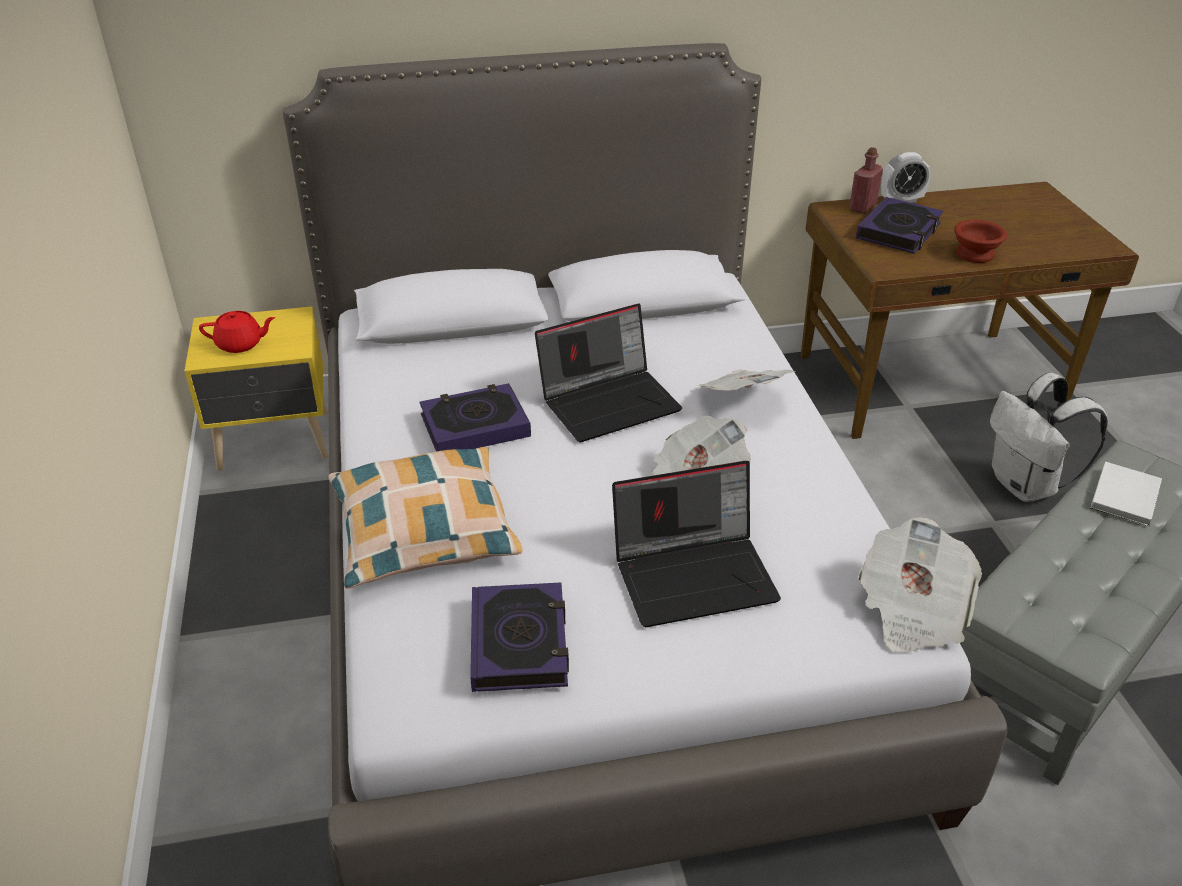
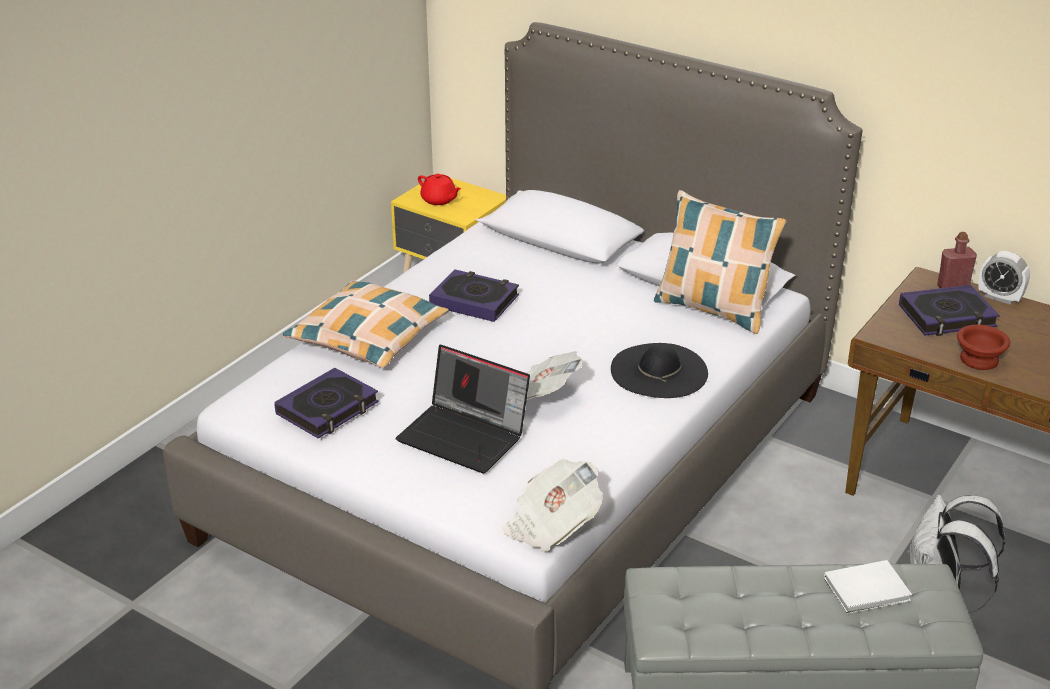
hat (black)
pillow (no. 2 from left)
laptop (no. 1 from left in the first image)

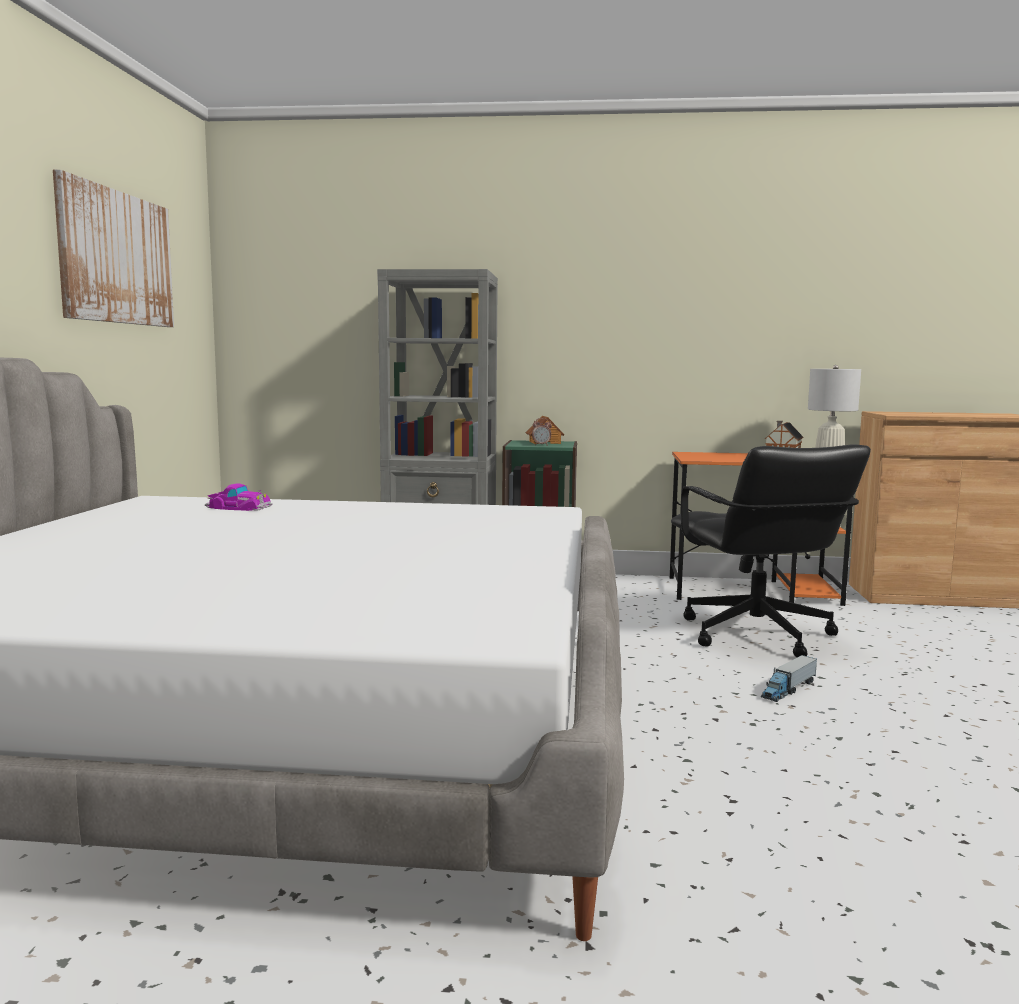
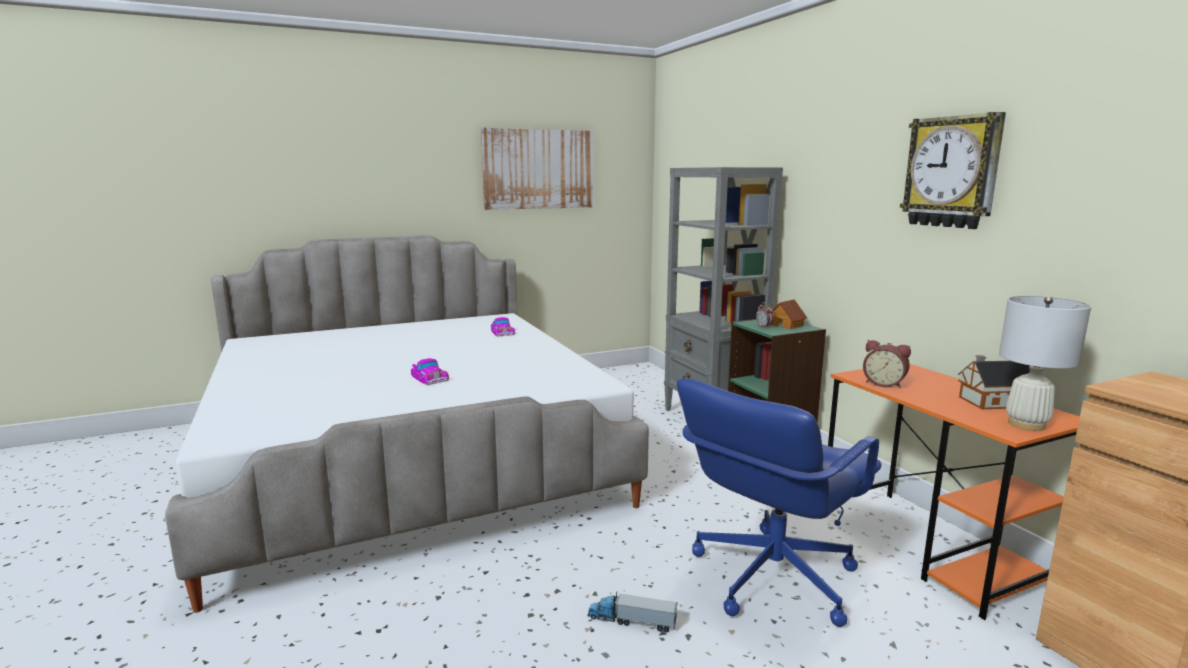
toy car (no. 1 from left)
office chair (blue)
alarm clock (no. 2 from left)
wall clock

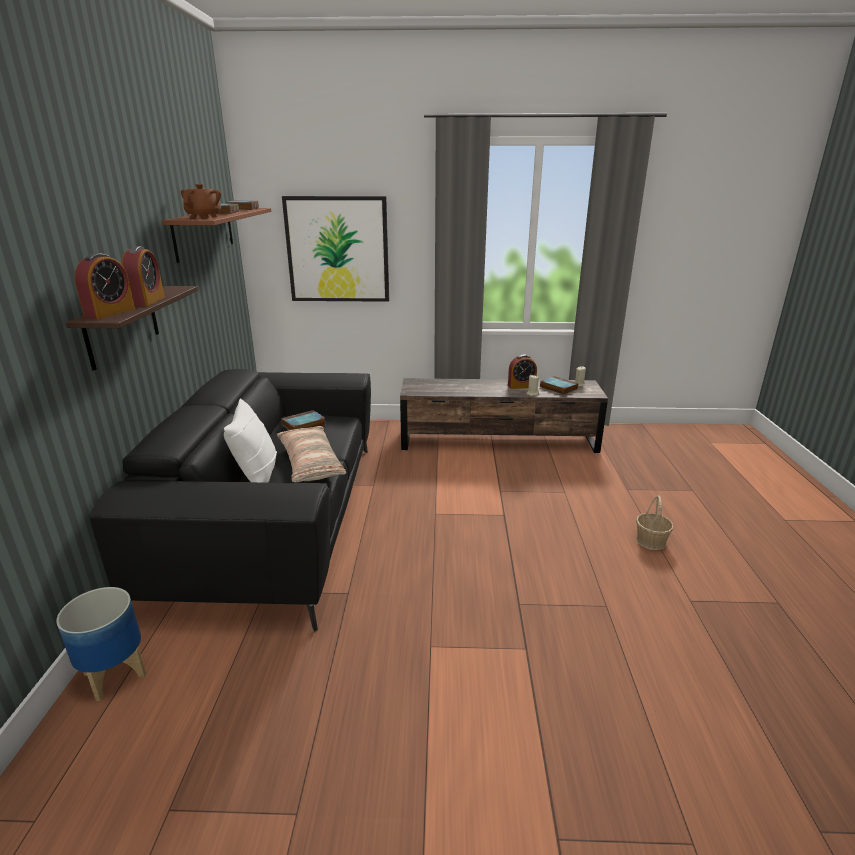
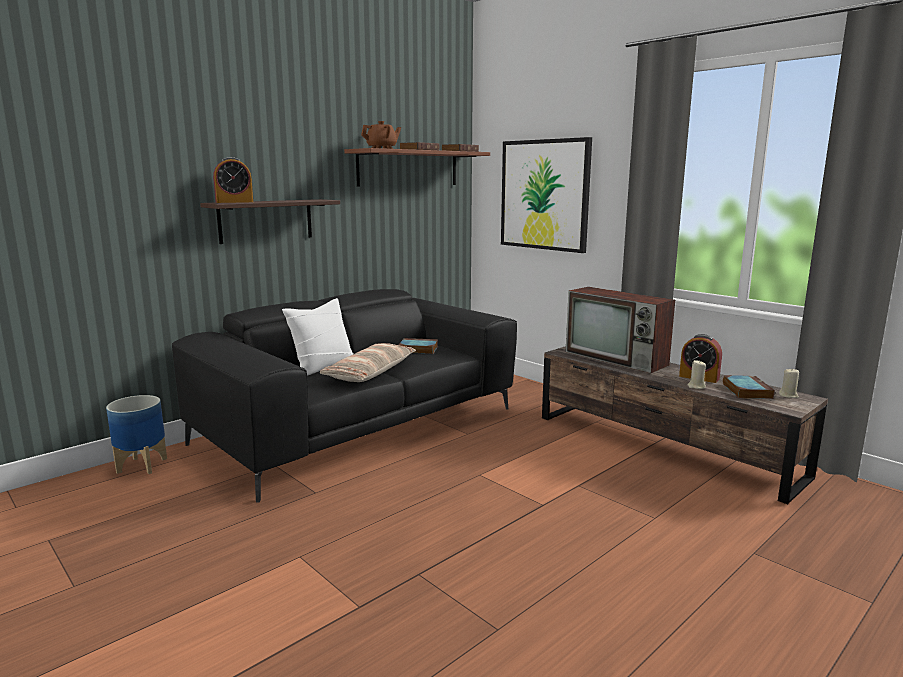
television
alarm clock (no. 2 from left in the first image)
basket

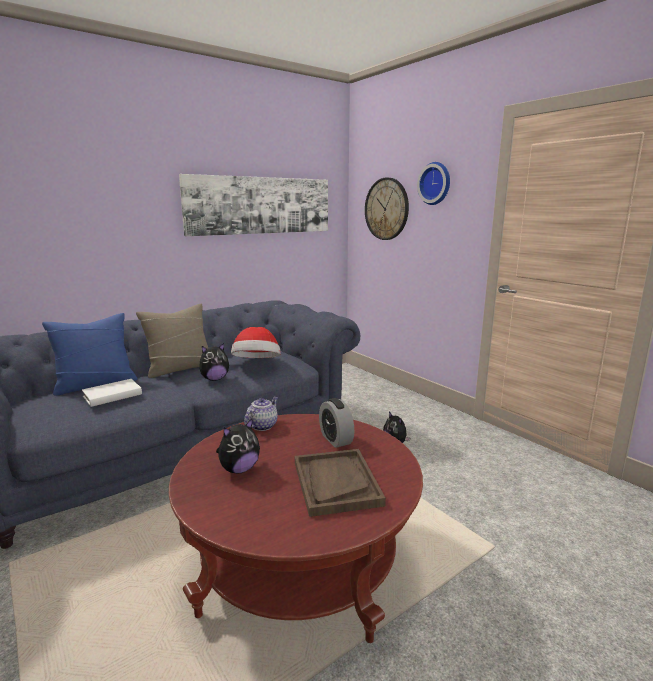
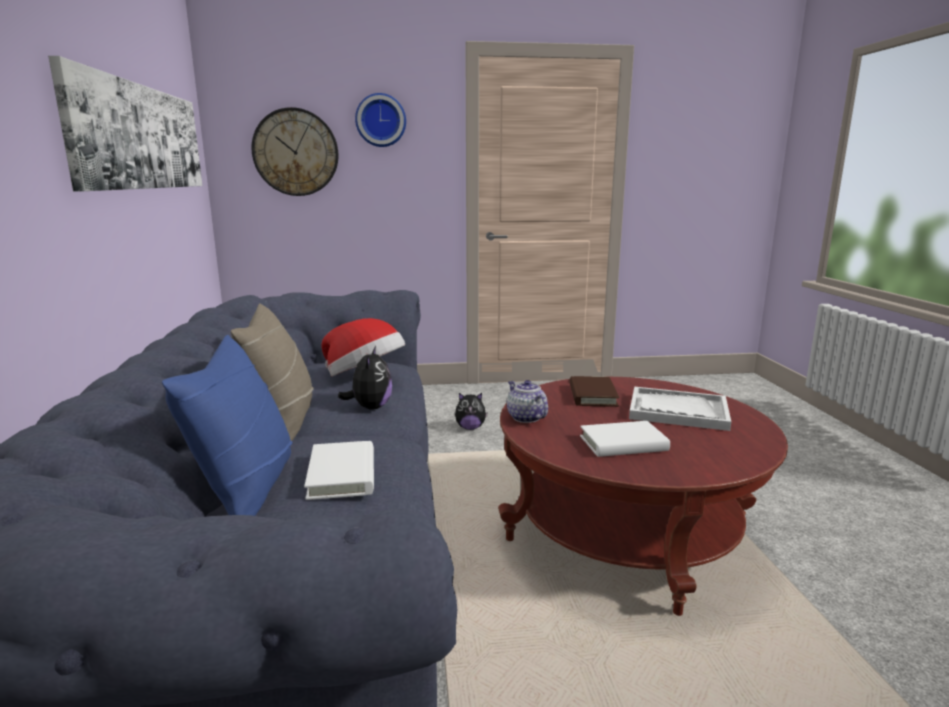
book (brown)
book (white) (no. 2 from left)
tray (white)

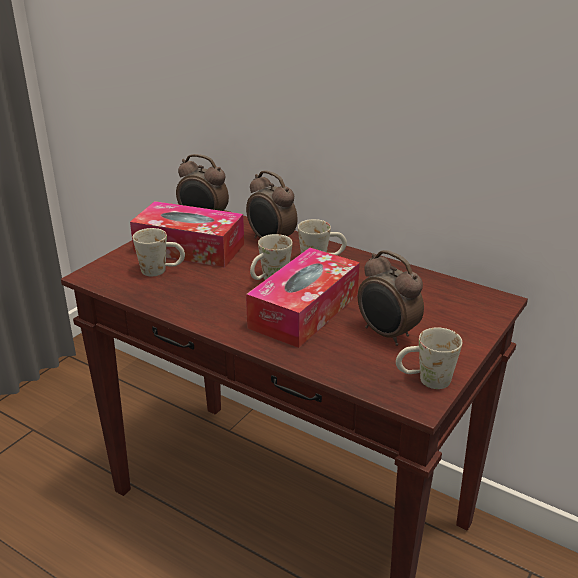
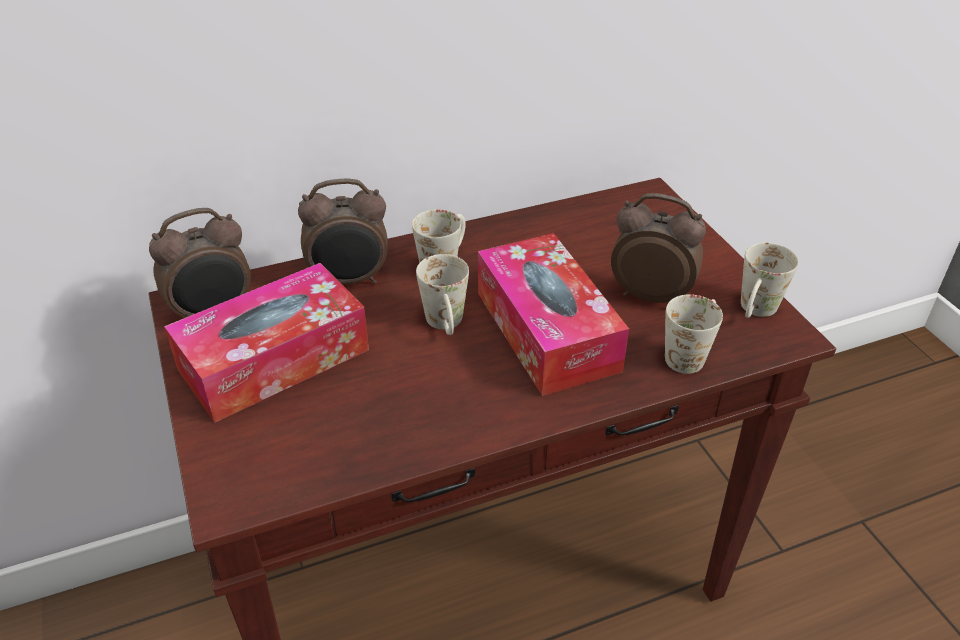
alarm clock (no. 3 from left)
mug (white) (no. 3 from left)

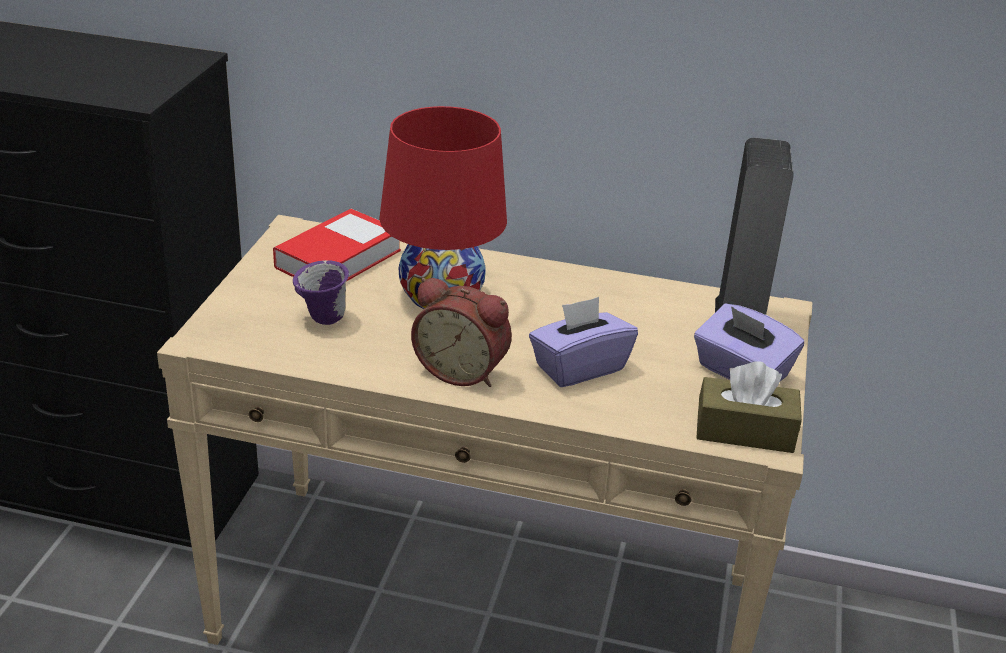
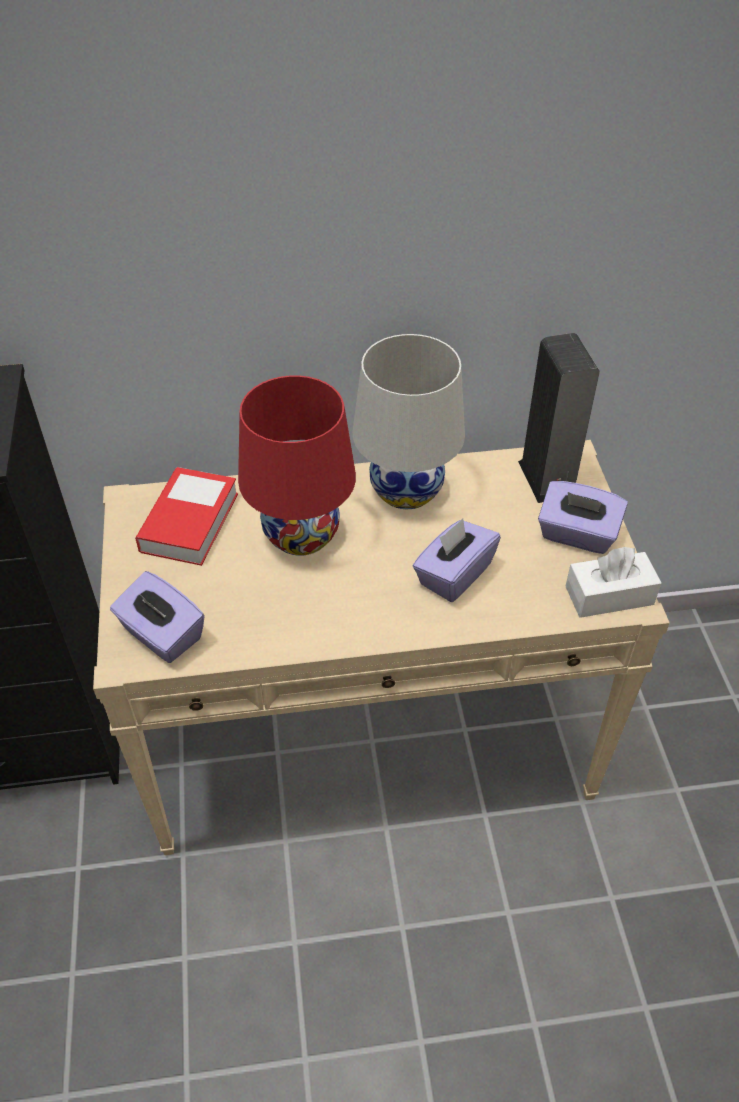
tissue box (purple) (no. 1 from left)
table lamp (white)
tissue box (white)
mug (purple)
alarm clock

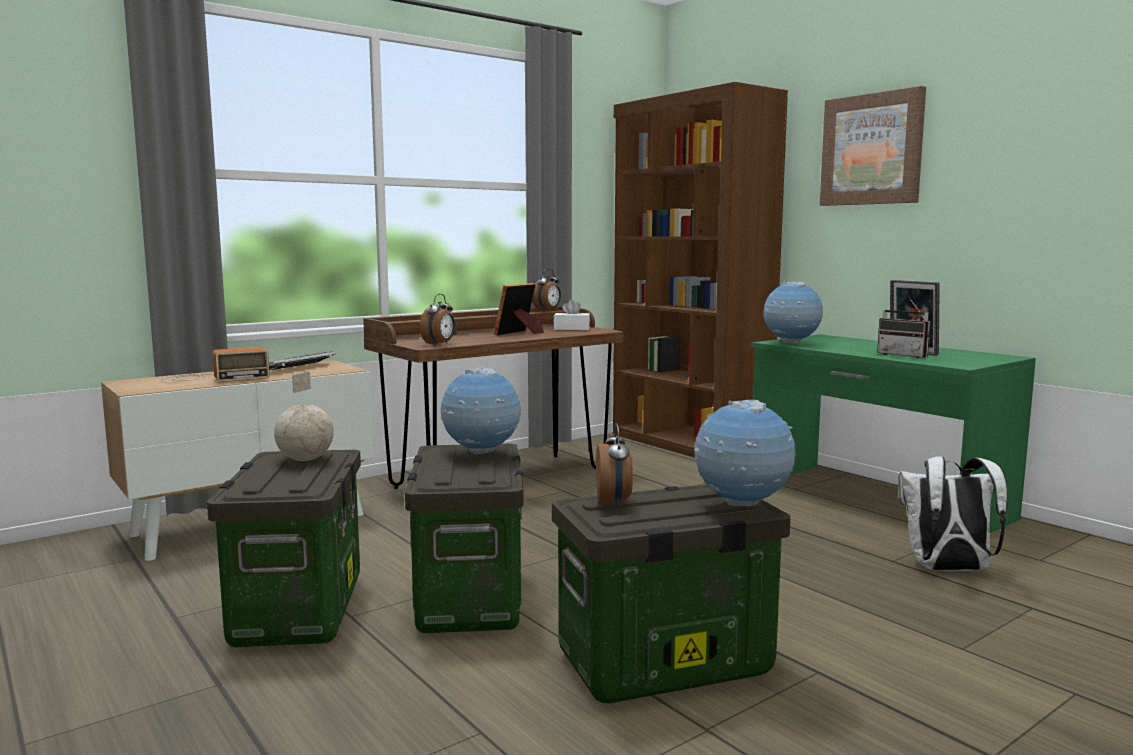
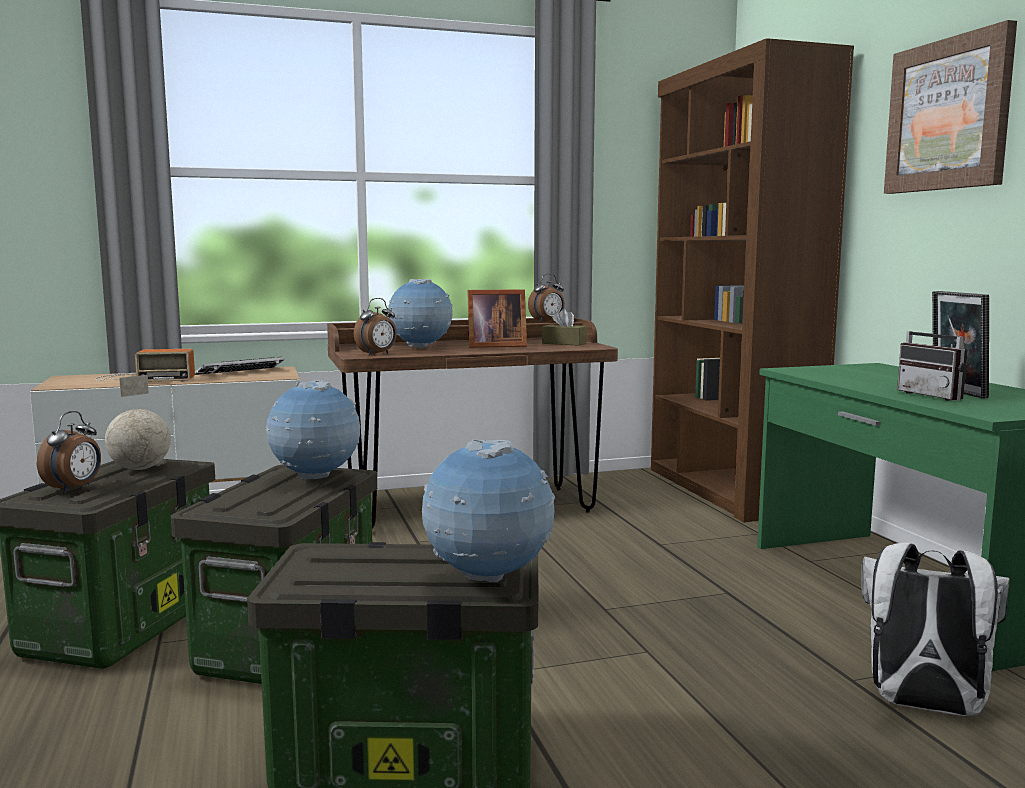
alarm clock (no. 1 from left)
globe (no. 3 from left)
picture frame (no. 1 from left)
tissue box (brown)

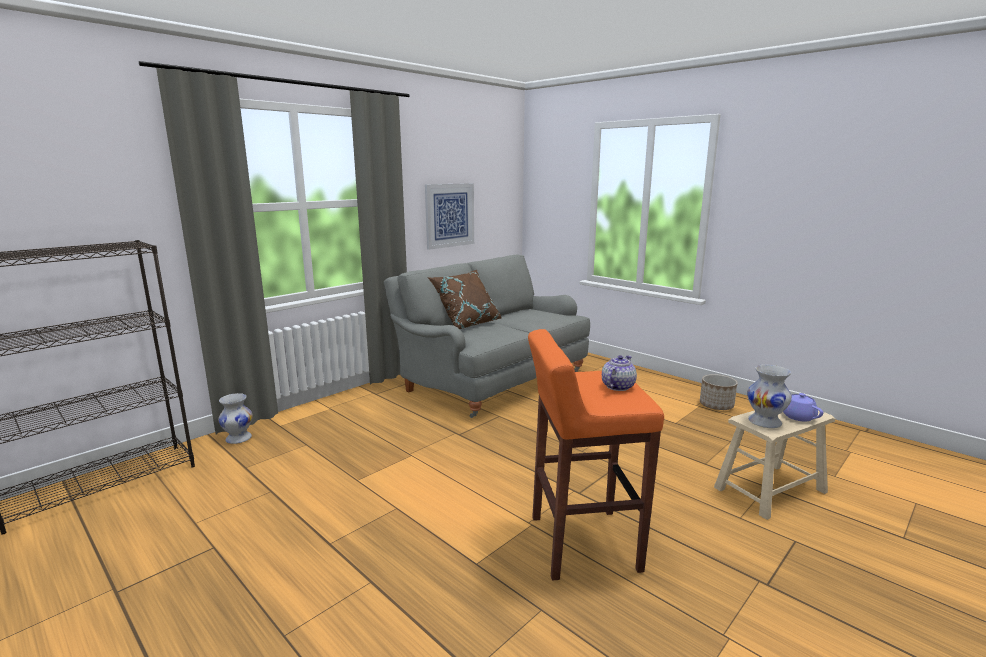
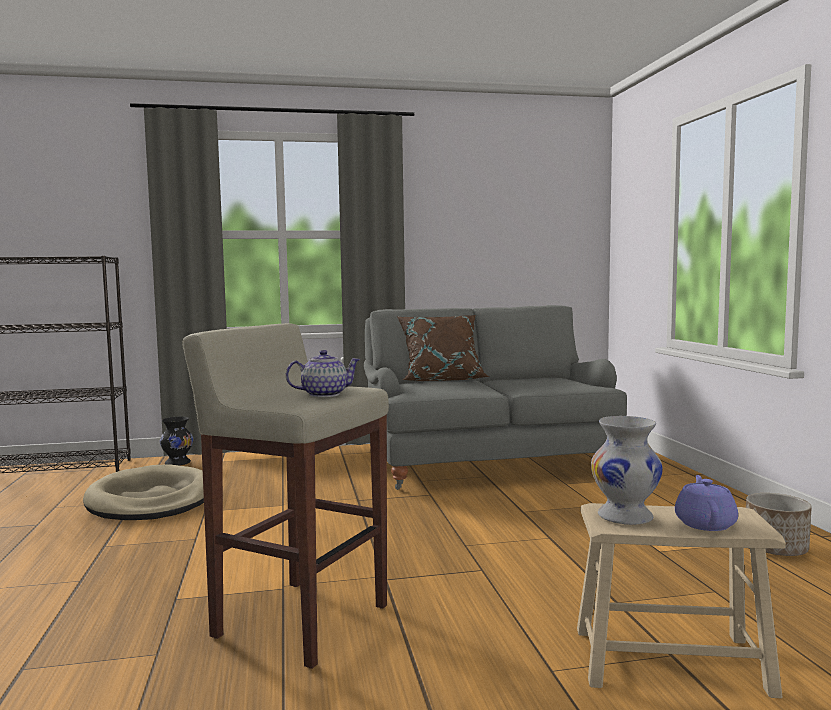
dog bed (beige)
vase (black)
stool (beige) (no. 1 from left)
picture

